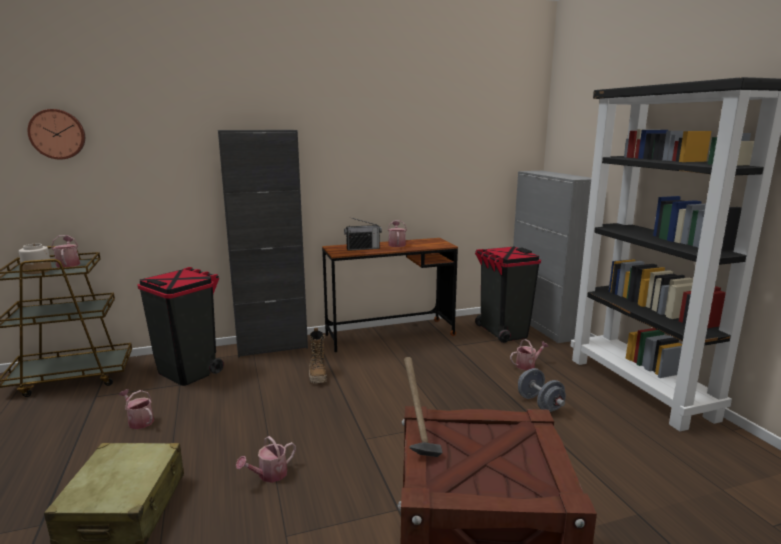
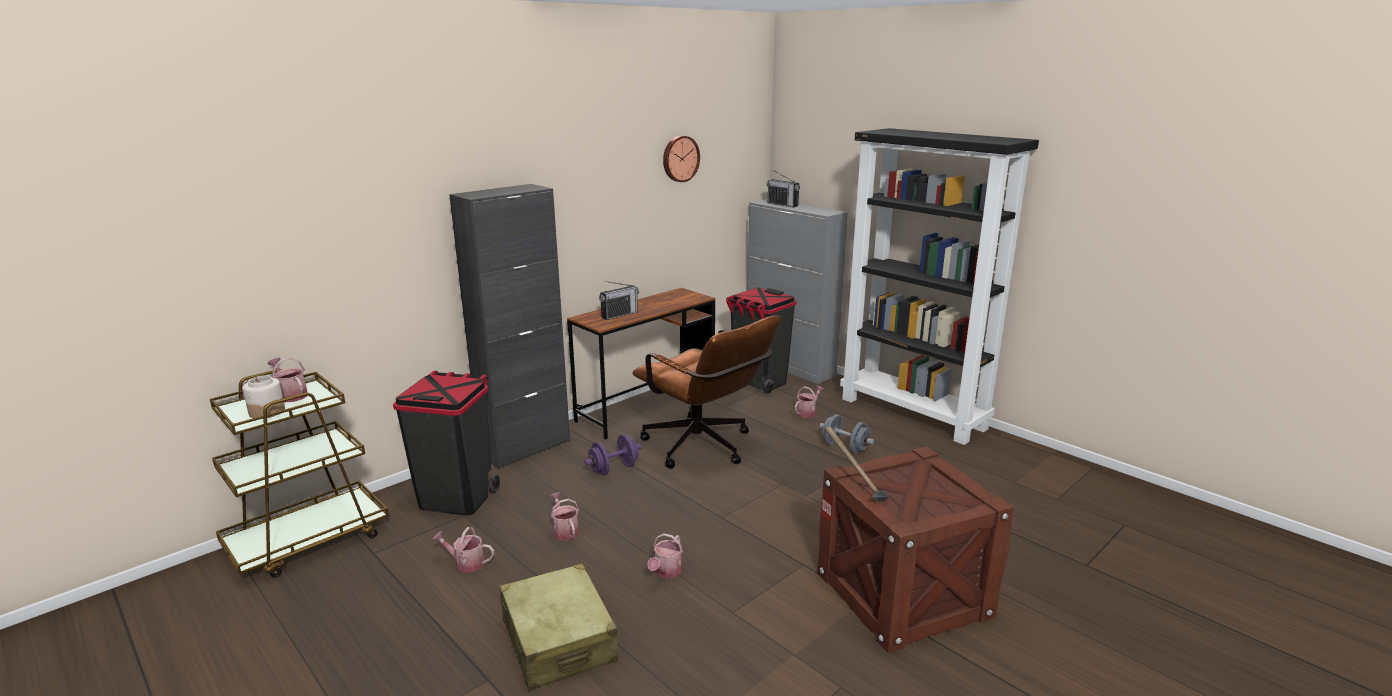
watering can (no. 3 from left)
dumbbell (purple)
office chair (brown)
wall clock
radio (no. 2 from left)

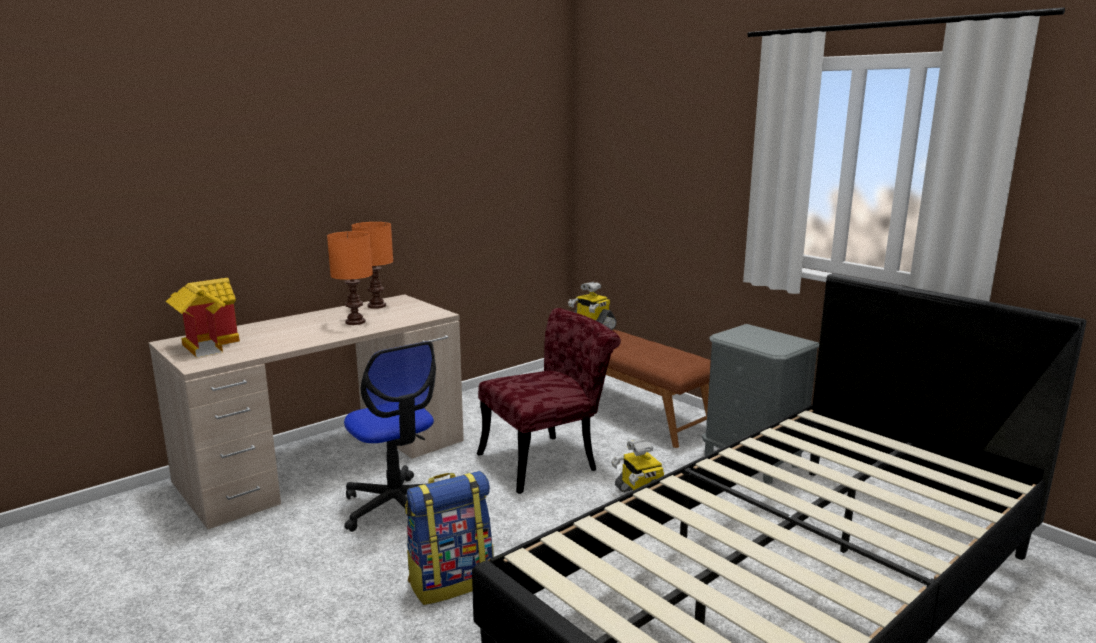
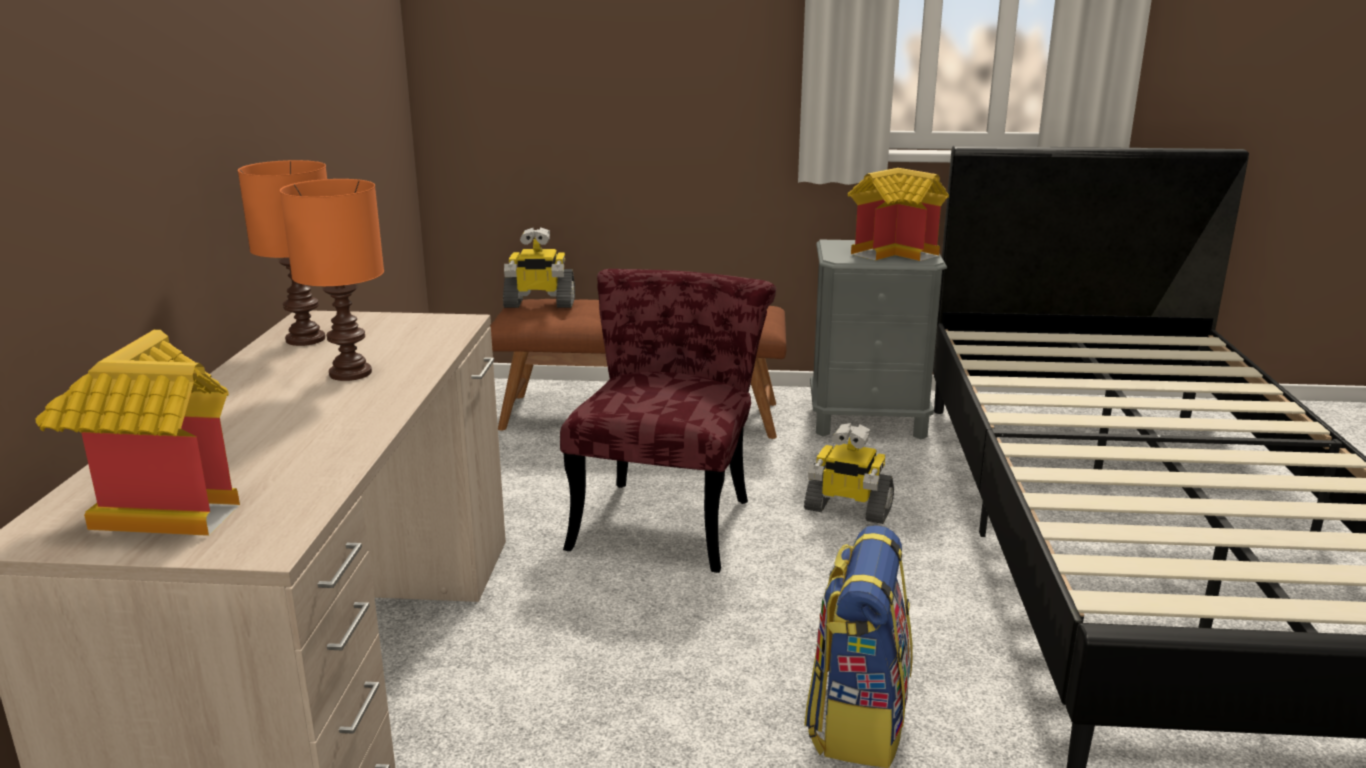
toy house (no. 2 from left)
office chair

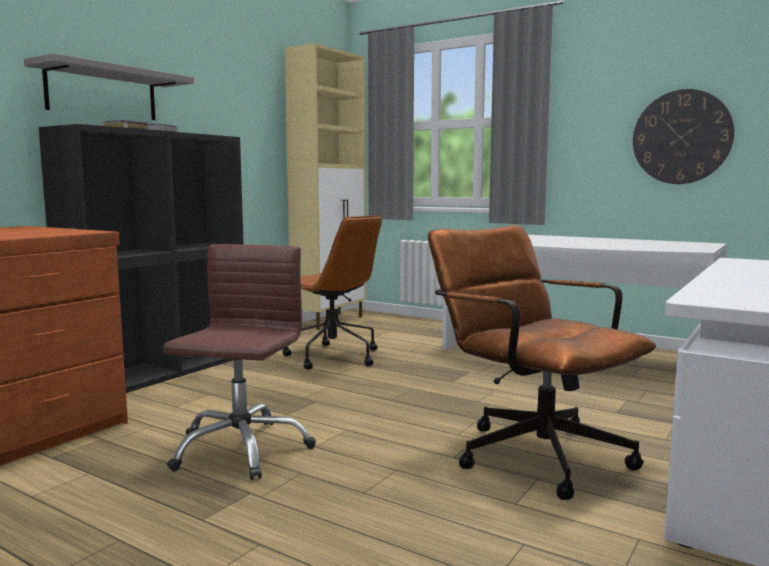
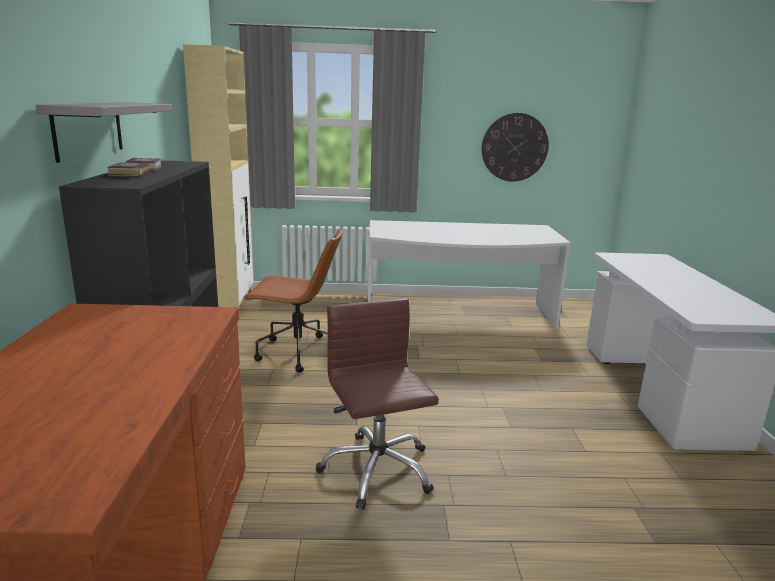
office chair (brown) (no. 3 from left in the first image)

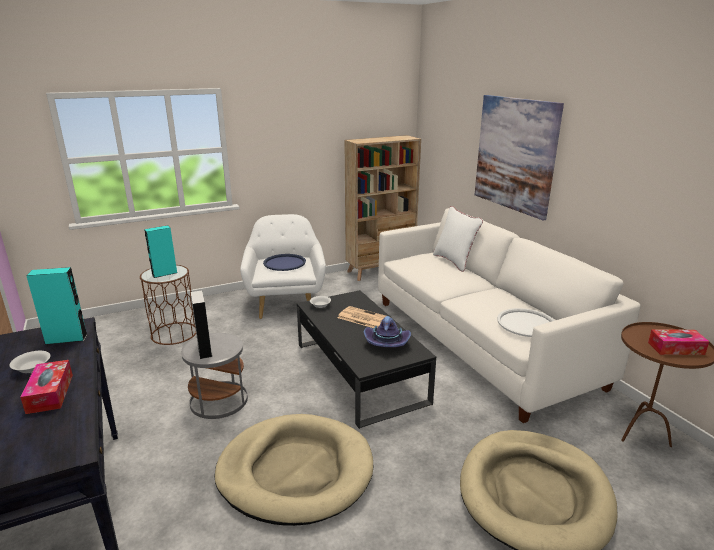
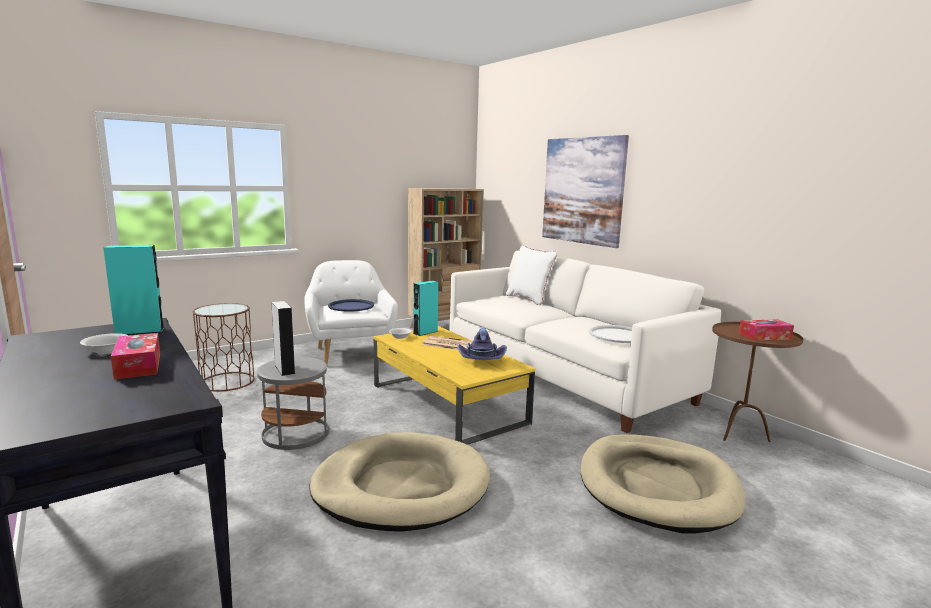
coffee table (yellow)
speaker (turquoise) (no. 2 from left)

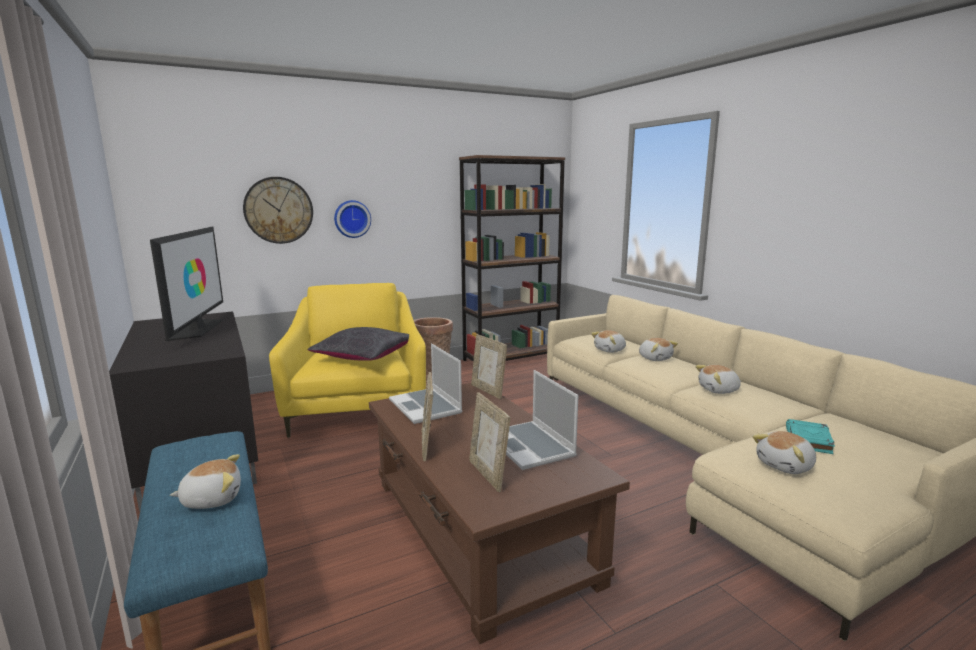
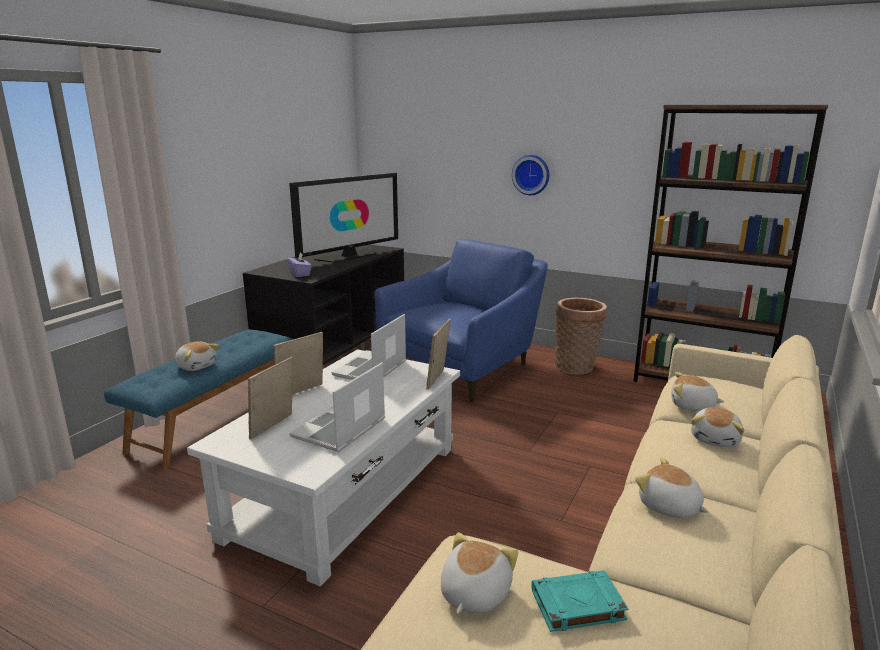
coffee table (white)
tissue box (purple)
armchair (blue)
plush toy (no. 2 from left)
wall clock (no. 1 from left in the first image)
pillow (black)

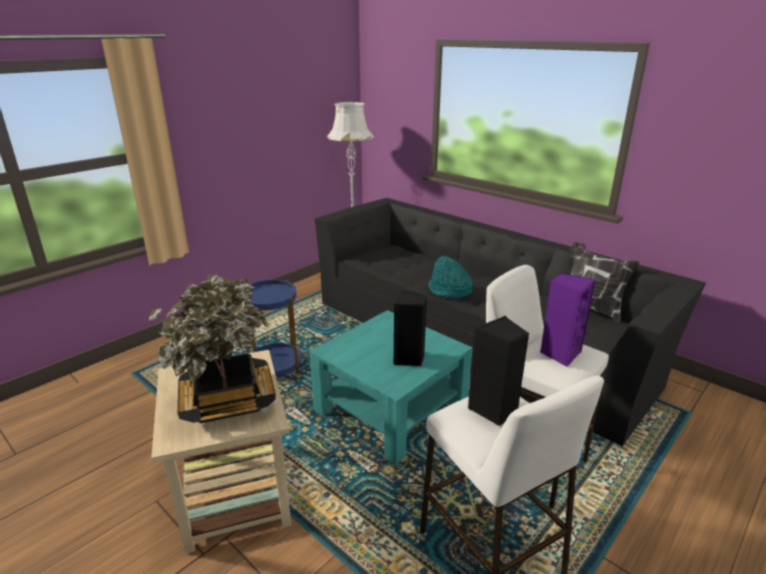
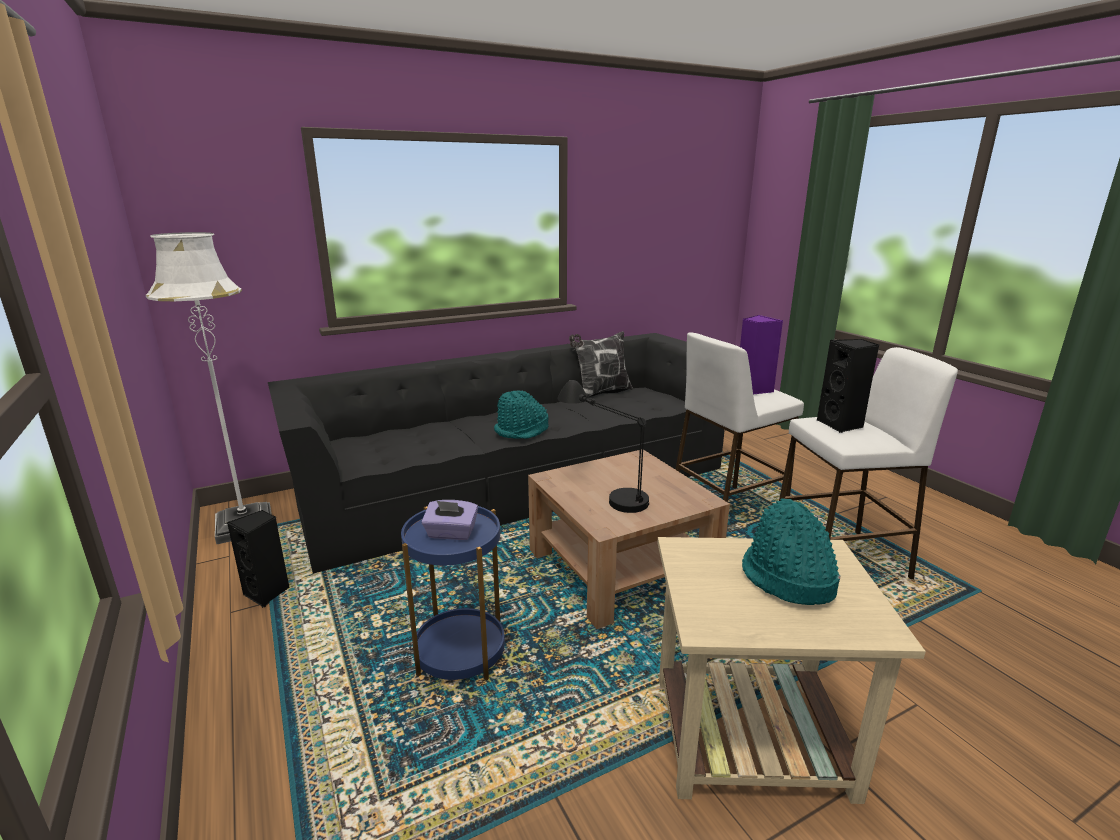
speaker (black) (no. 1 from left)
tissue box (purple)
coffee table (brown)
table lamp (black)
hat (turquoise) (no. 2 from left)

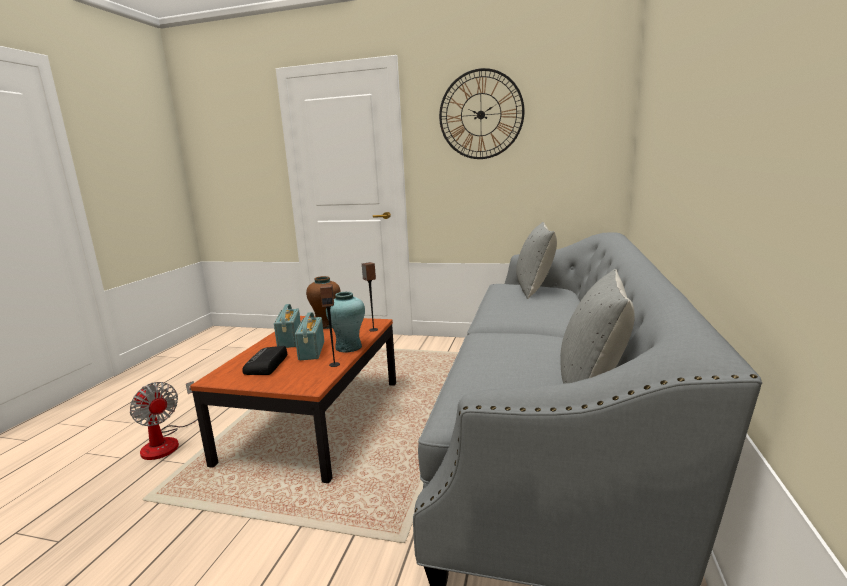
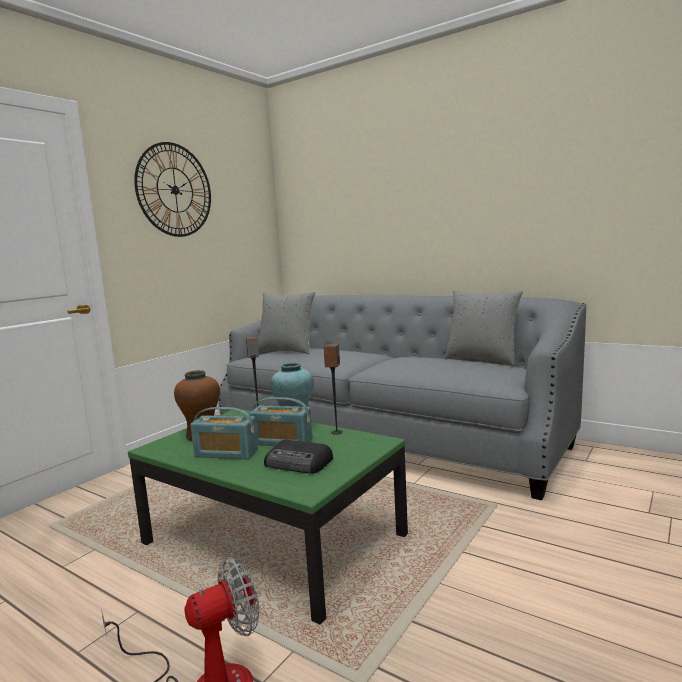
coffee table (green)

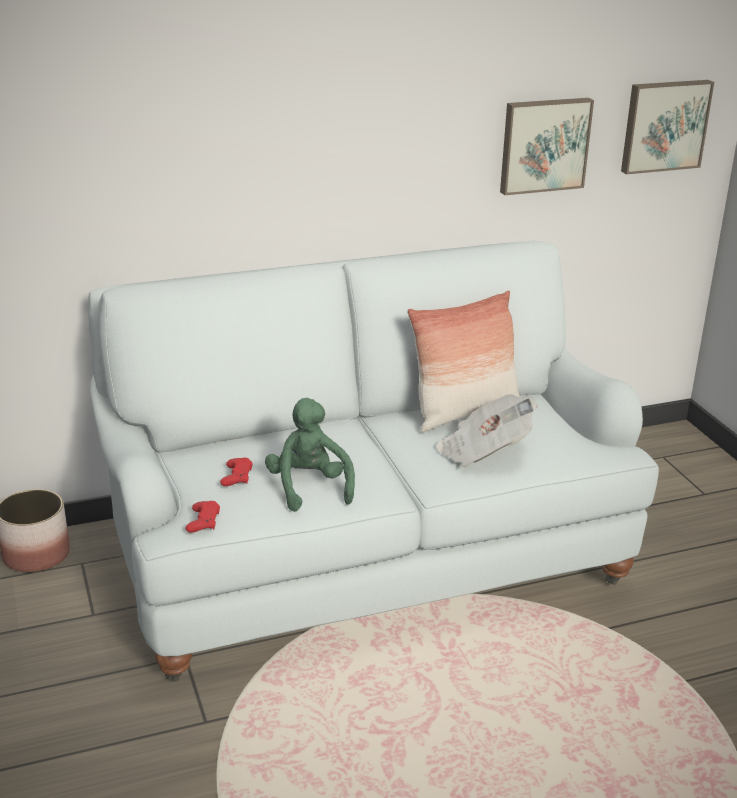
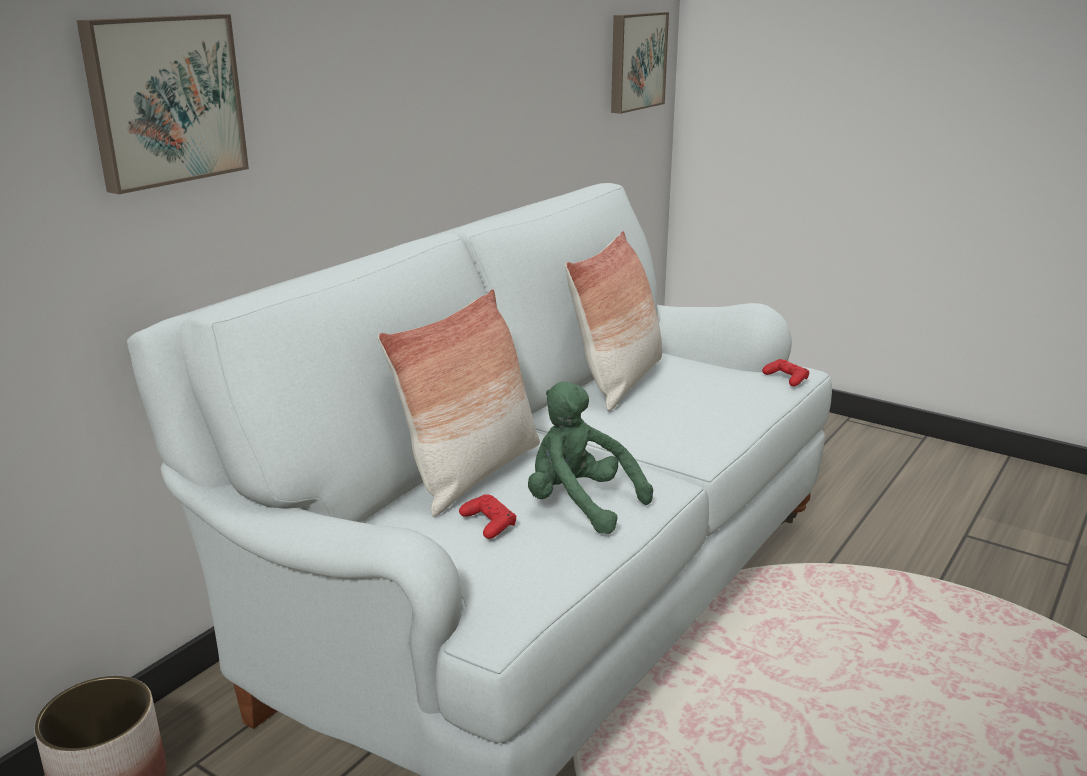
picture (no. 1 from left)
pillow (no. 1 from left)
game controller (red) (no. 2 from left)
newspaper

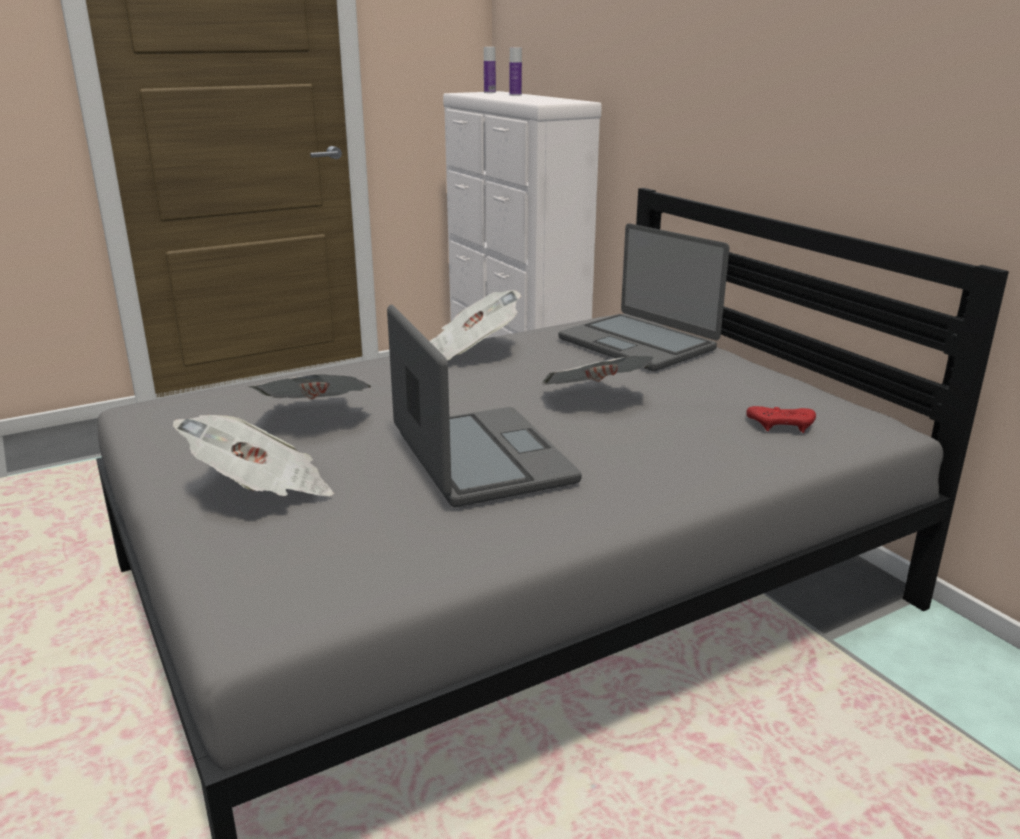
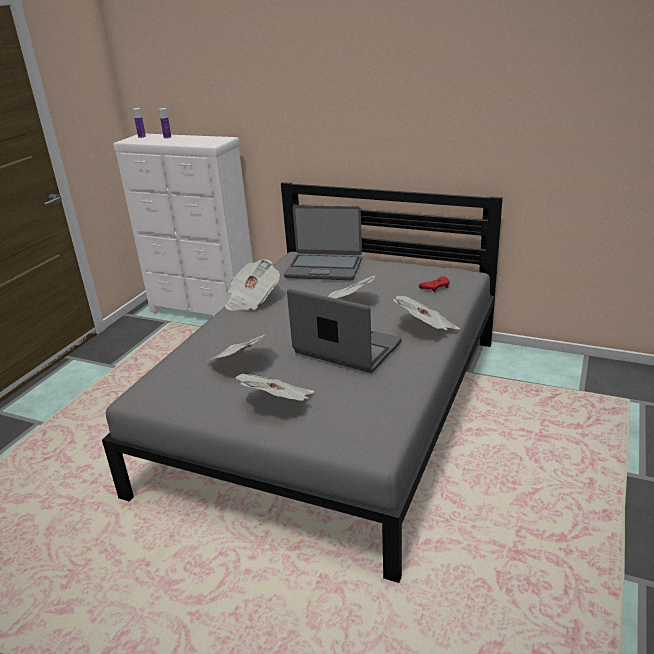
newspaper (no. 5 from left)

